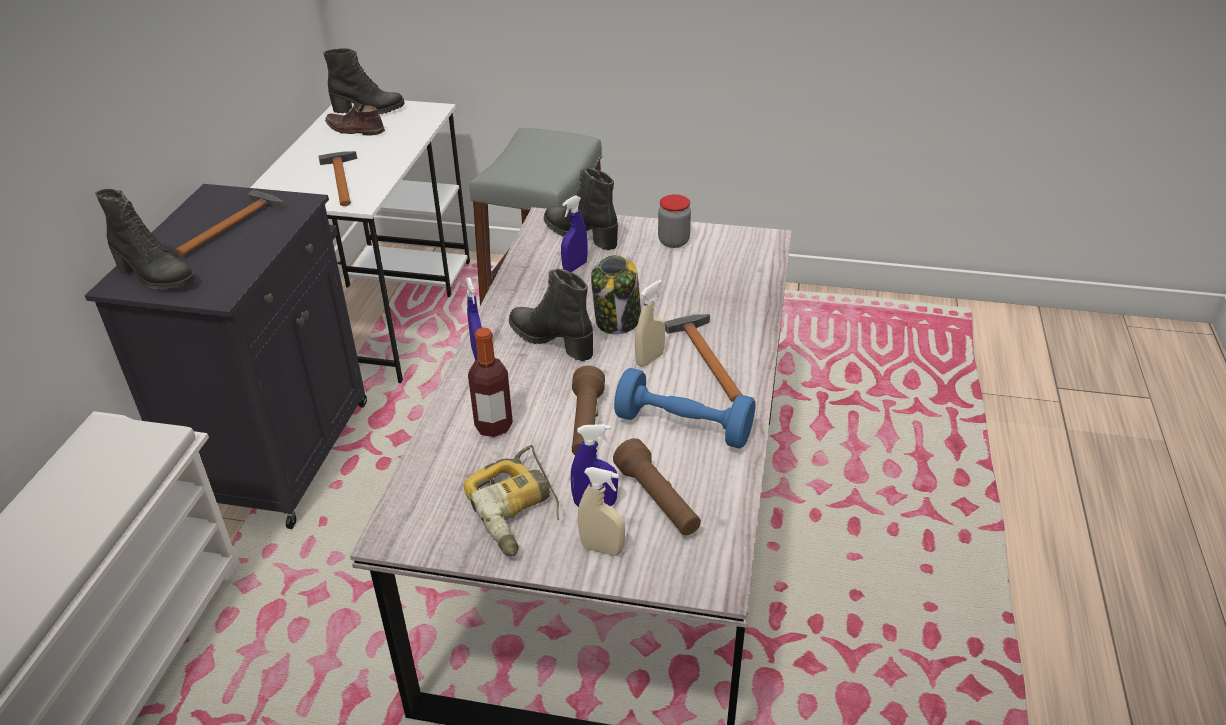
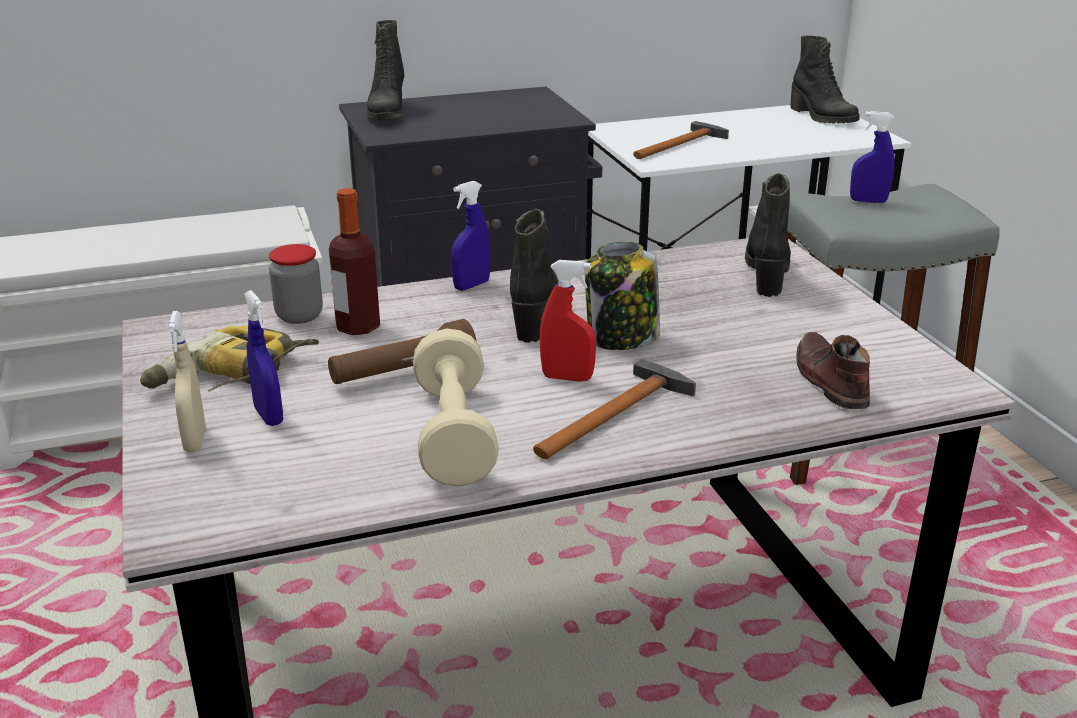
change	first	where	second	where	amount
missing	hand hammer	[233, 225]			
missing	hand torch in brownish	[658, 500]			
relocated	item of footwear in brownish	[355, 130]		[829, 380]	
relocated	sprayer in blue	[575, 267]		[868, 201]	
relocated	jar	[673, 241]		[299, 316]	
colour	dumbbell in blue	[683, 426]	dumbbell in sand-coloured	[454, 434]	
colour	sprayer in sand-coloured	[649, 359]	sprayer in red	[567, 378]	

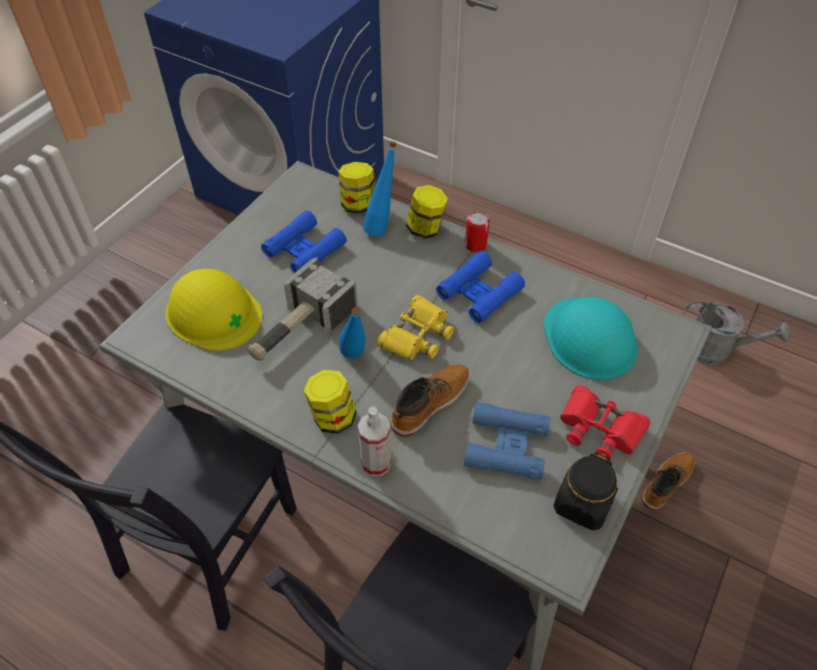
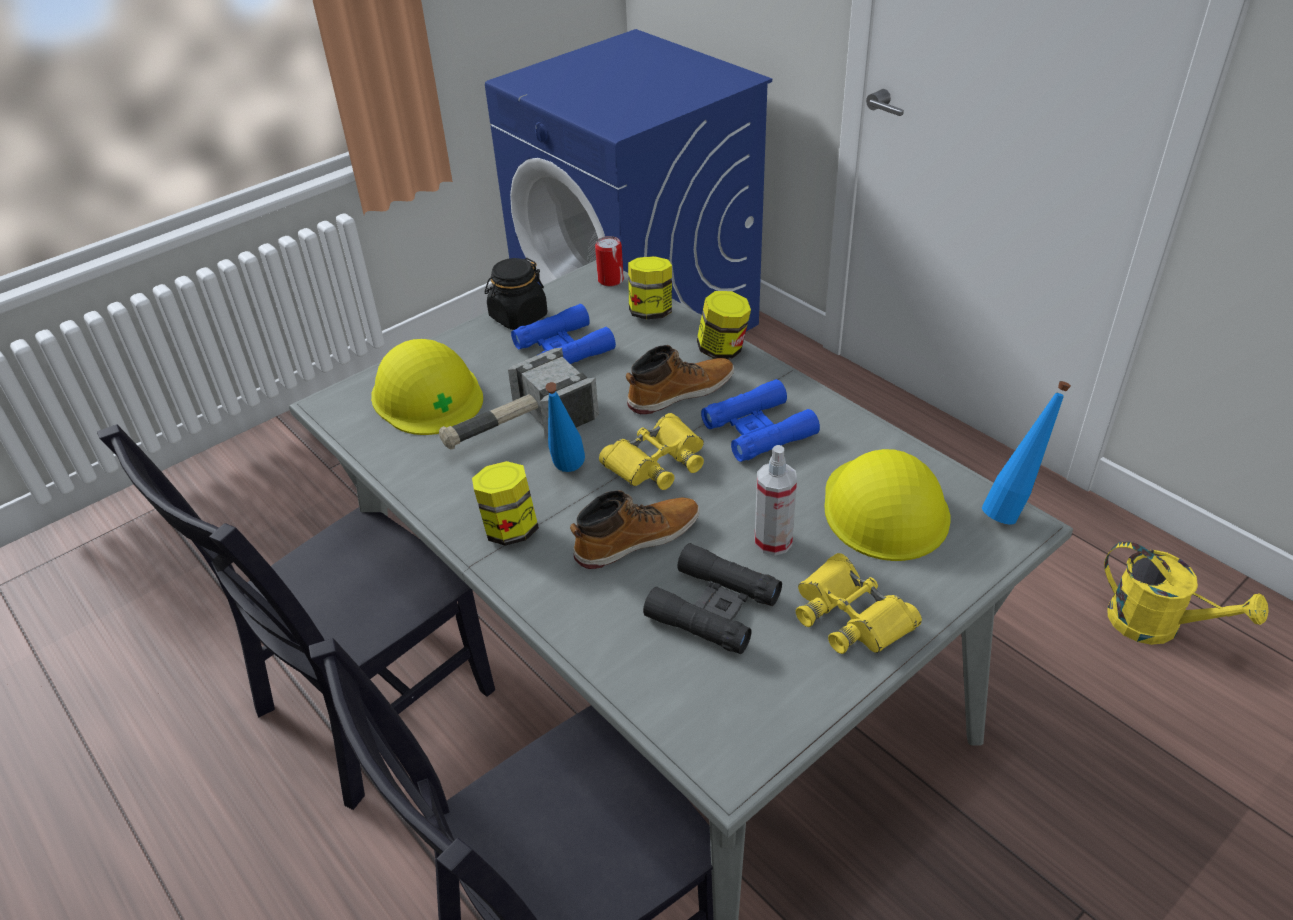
change	first	where	second	where	amount
relocated	sprayer	[376, 463]		[773, 541]	
relocated	bottle in blue	[382, 226]		[1012, 509]	
relocated	can	[475, 245]		[610, 280]	
relocated	jar in black-coloured	[582, 504]		[518, 317]	
relocated	high-top boot	[666, 483]		[680, 392]	
colour	field glasses in blue	[506, 446]	field glasses in black-coloured	[713, 607]	
colour	hard hat in blue-green	[589, 338]	hard hat in yellowish	[885, 508]	
colour	field glasses in red	[600, 428]	field glasses in yellowish	[851, 615]	
colour	watering pot in grey	[716, 350]	watering pot in yellowish	[1156, 626]	

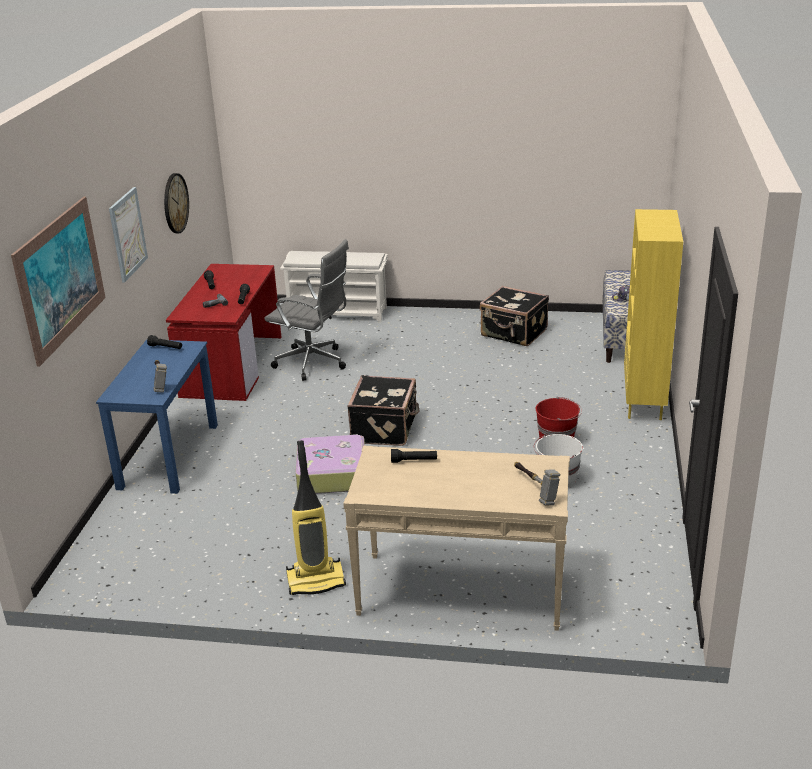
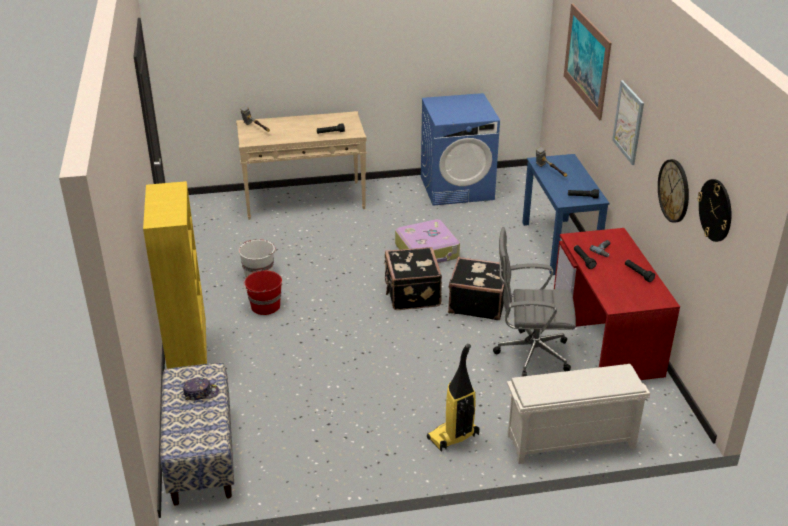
change	first	where	second	where	amount
appeared			washing machine in blue	[457, 188]	
appeared			wall clock	[715, 210]	
relocated	vacuum	[316, 580]		[453, 437]	
relocated	piece of luggage in black-coloured	[514, 333]		[477, 303]	

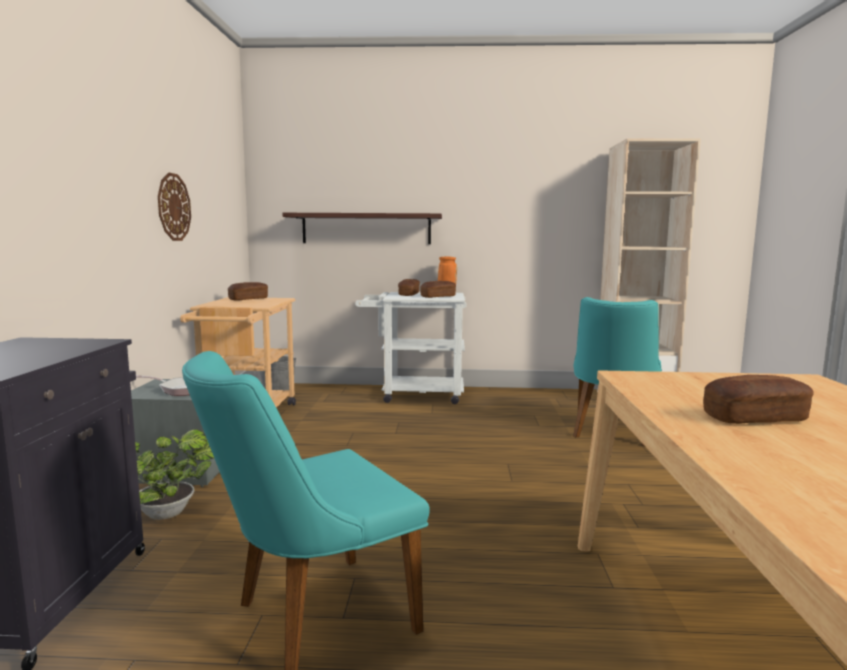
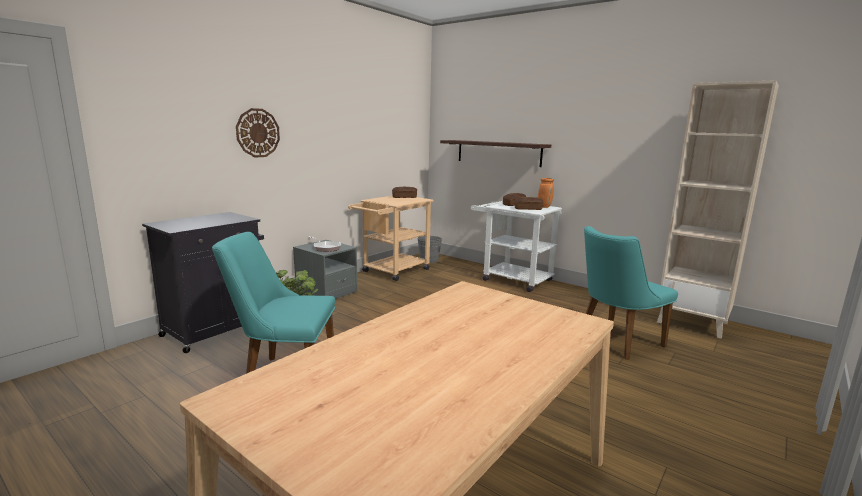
change	first	where	second	where	amount
missing	bread	[754, 418]			
relocated	wall clock	[173, 207]		[258, 133]	

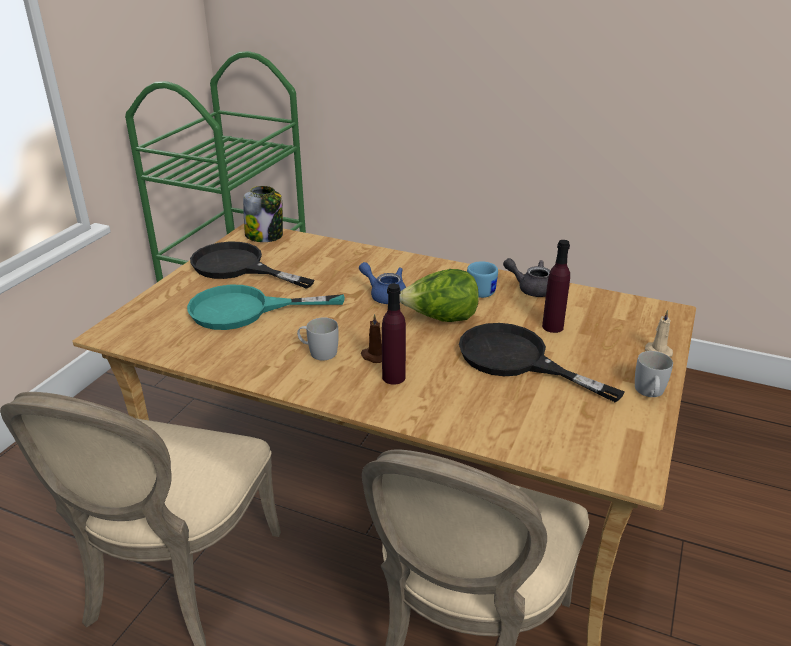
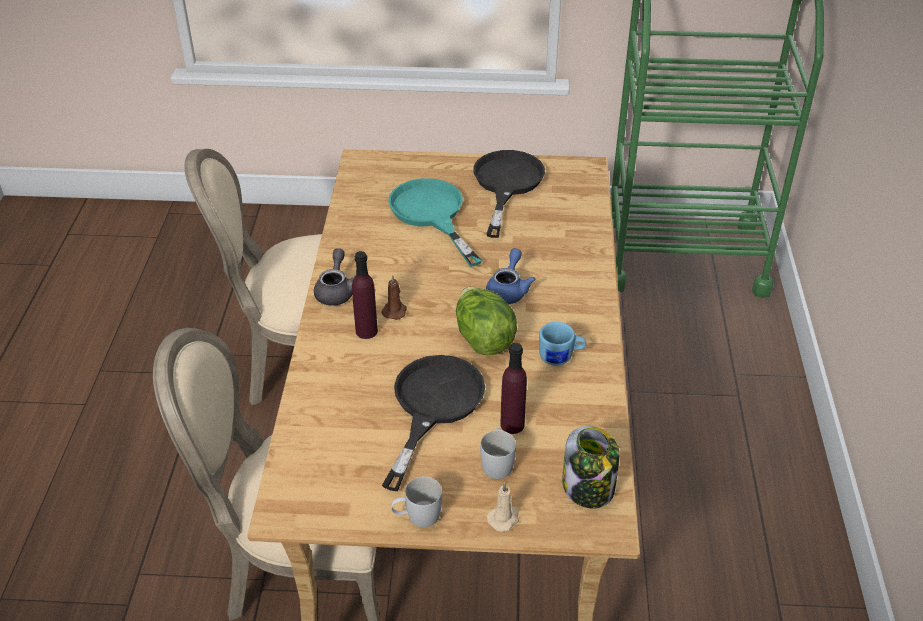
change	first	where	second	where	amount
relocated	jar	[265, 235]		[588, 488]	
relocated	coffee mug in whitish	[318, 352]		[497, 462]	
relocated	teapot in grey	[531, 288]		[336, 290]	

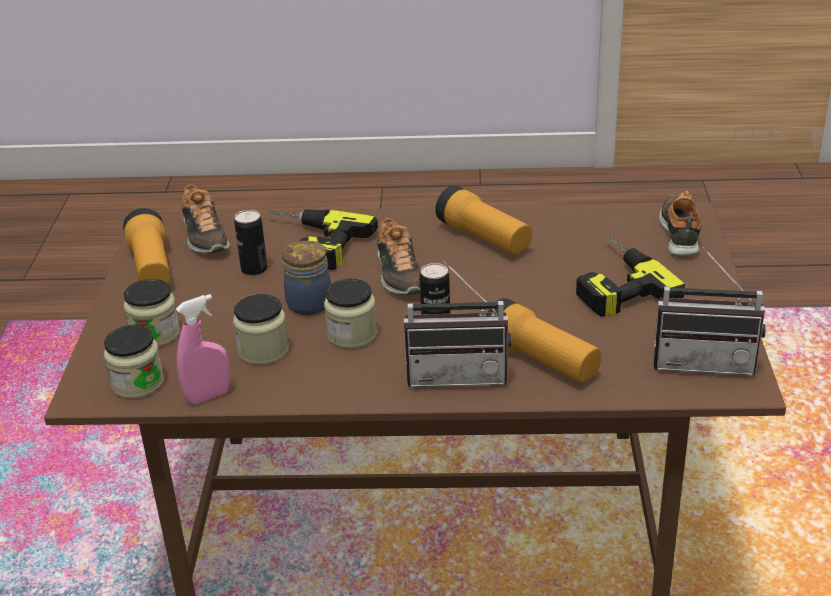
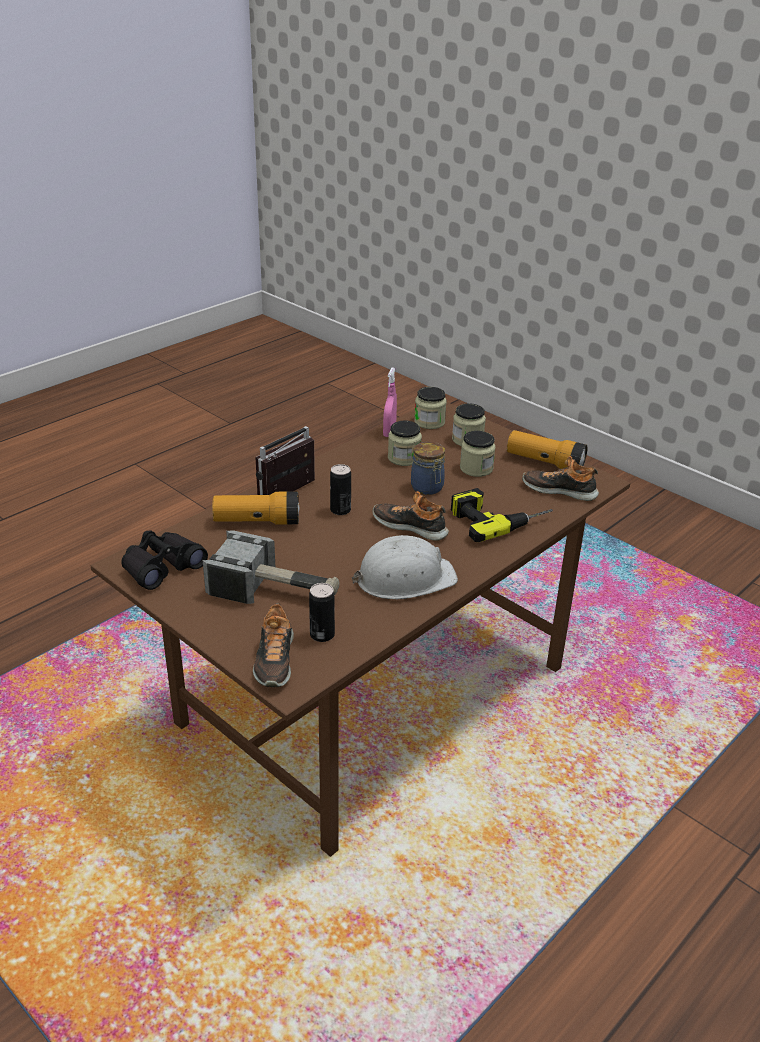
change	first	where	second	where	amount
relocated	can	[254, 269]		[322, 635]	
relocated	jar	[352, 334]		[476, 468]	
exchanged	hand torch	[484, 238]	hard hat in whitish	[404, 578]	
exchanged	drill	[612, 282]	hand hammer	[276, 591]	
exchanged	radio	[704, 360]	field glasses in black-coloured	[162, 567]	
spun	item of footwear	[680, 234]		[274, 660]	45 degrees clockwise

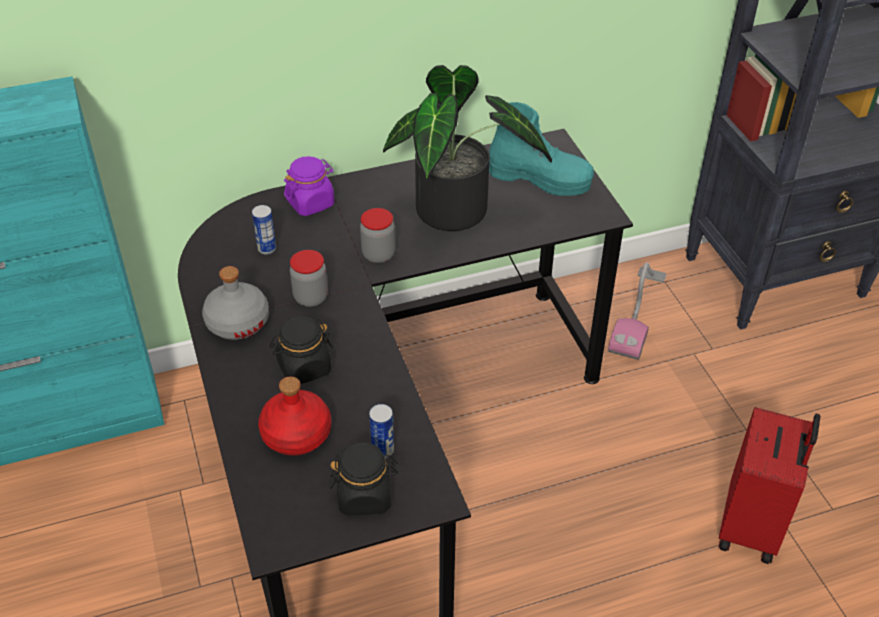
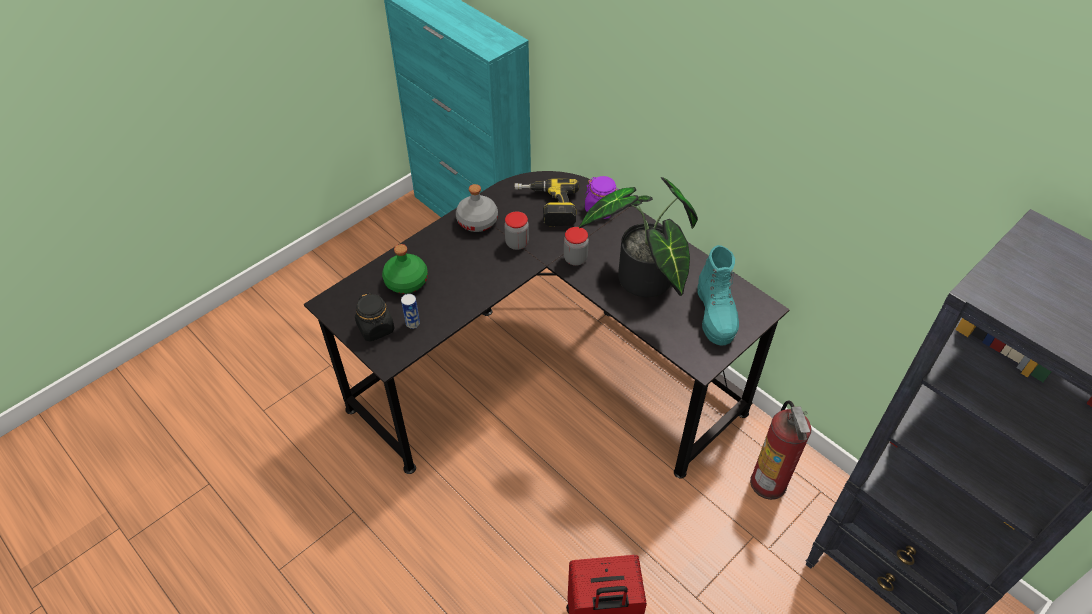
change	first	where	second	where	amount
missing	jar in black-coloured	[304, 367]			
exchanged	can	[267, 248]	drill	[546, 207]	
exchanged	vacuum	[638, 314]	fire extinguisher	[769, 483]	
colour	bottle in red	[296, 435]	bottle in greenish	[406, 281]	

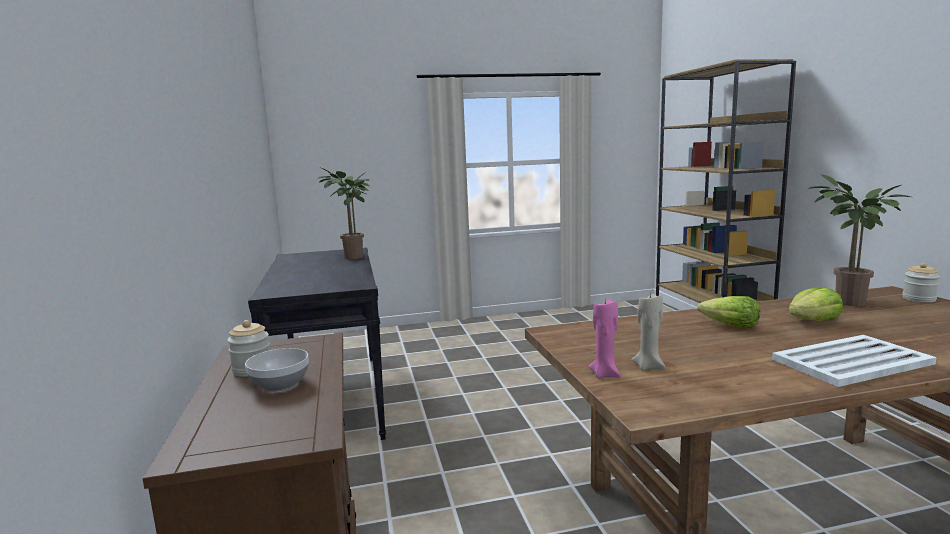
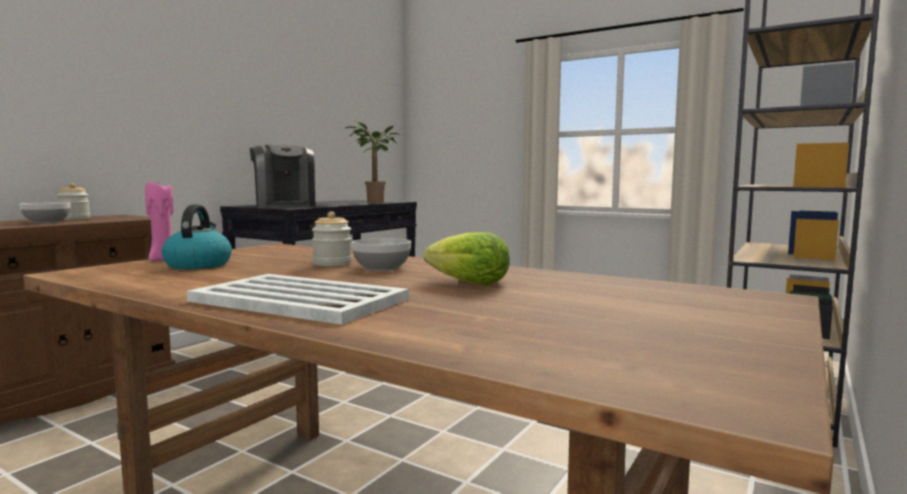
change	first	where	second	where	amount
missing	houseplant	[846, 303]			
appeared			coffee maker	[284, 206]	
relocated	jar	[919, 299]		[332, 263]	
exchanged	wax candle in sand-coloured	[649, 366]	tea kettle	[198, 265]	
exchanged	lettuce	[730, 326]	deep dish	[381, 268]	

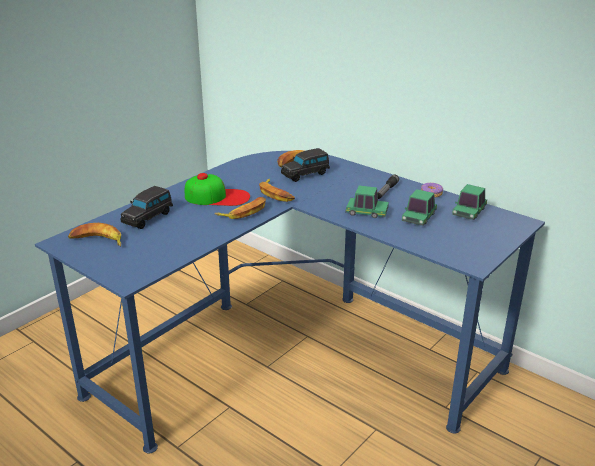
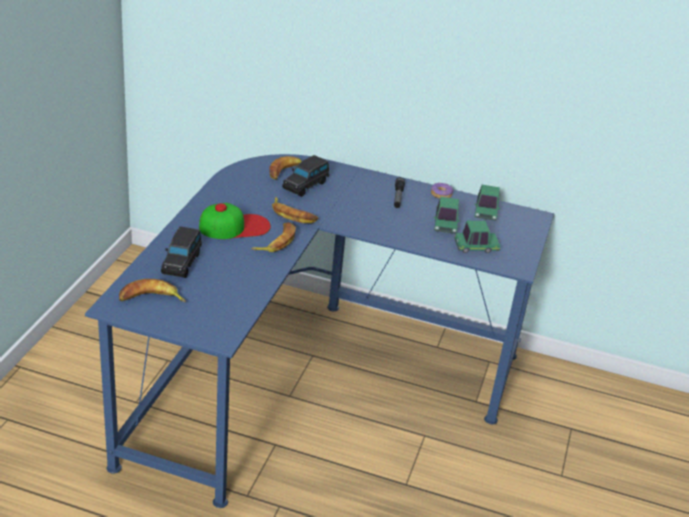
change	first	where	second	where	amount
relocated	toy car	[366, 212]		[475, 247]	

